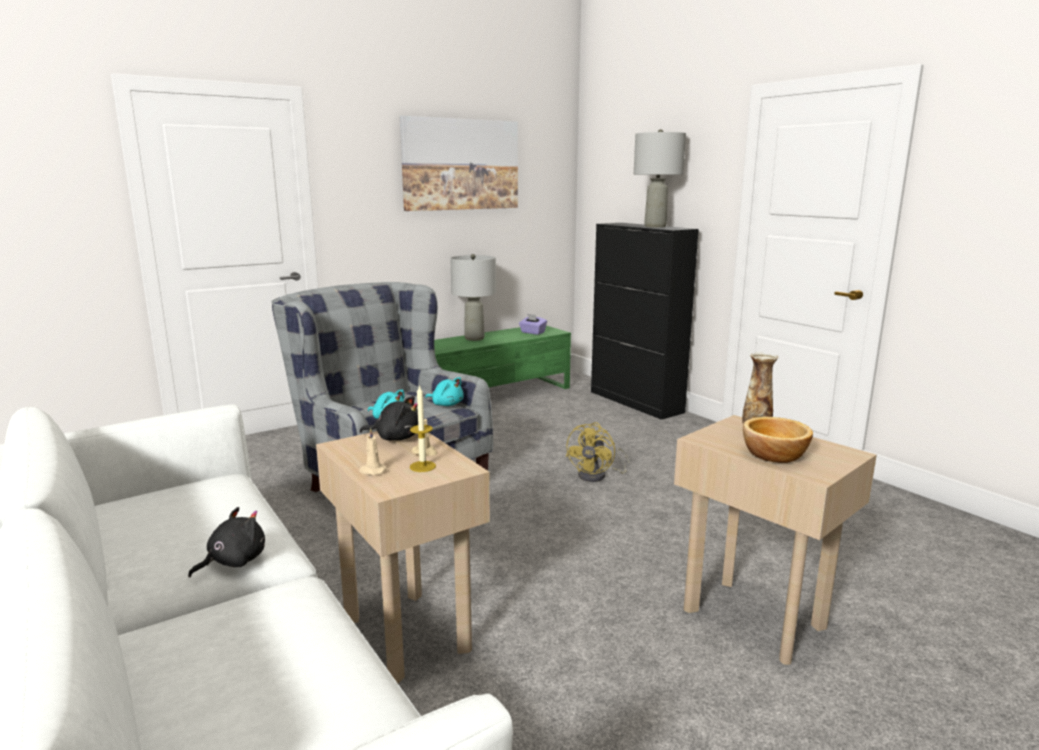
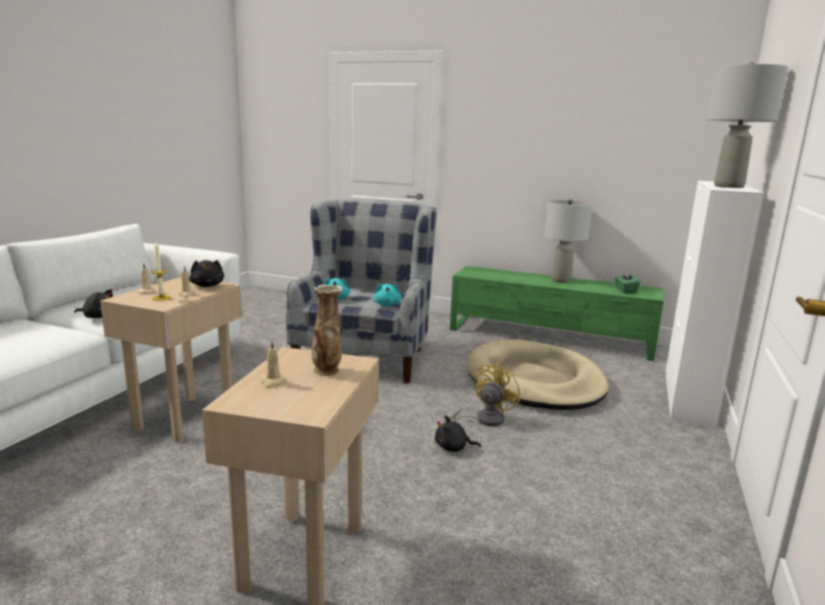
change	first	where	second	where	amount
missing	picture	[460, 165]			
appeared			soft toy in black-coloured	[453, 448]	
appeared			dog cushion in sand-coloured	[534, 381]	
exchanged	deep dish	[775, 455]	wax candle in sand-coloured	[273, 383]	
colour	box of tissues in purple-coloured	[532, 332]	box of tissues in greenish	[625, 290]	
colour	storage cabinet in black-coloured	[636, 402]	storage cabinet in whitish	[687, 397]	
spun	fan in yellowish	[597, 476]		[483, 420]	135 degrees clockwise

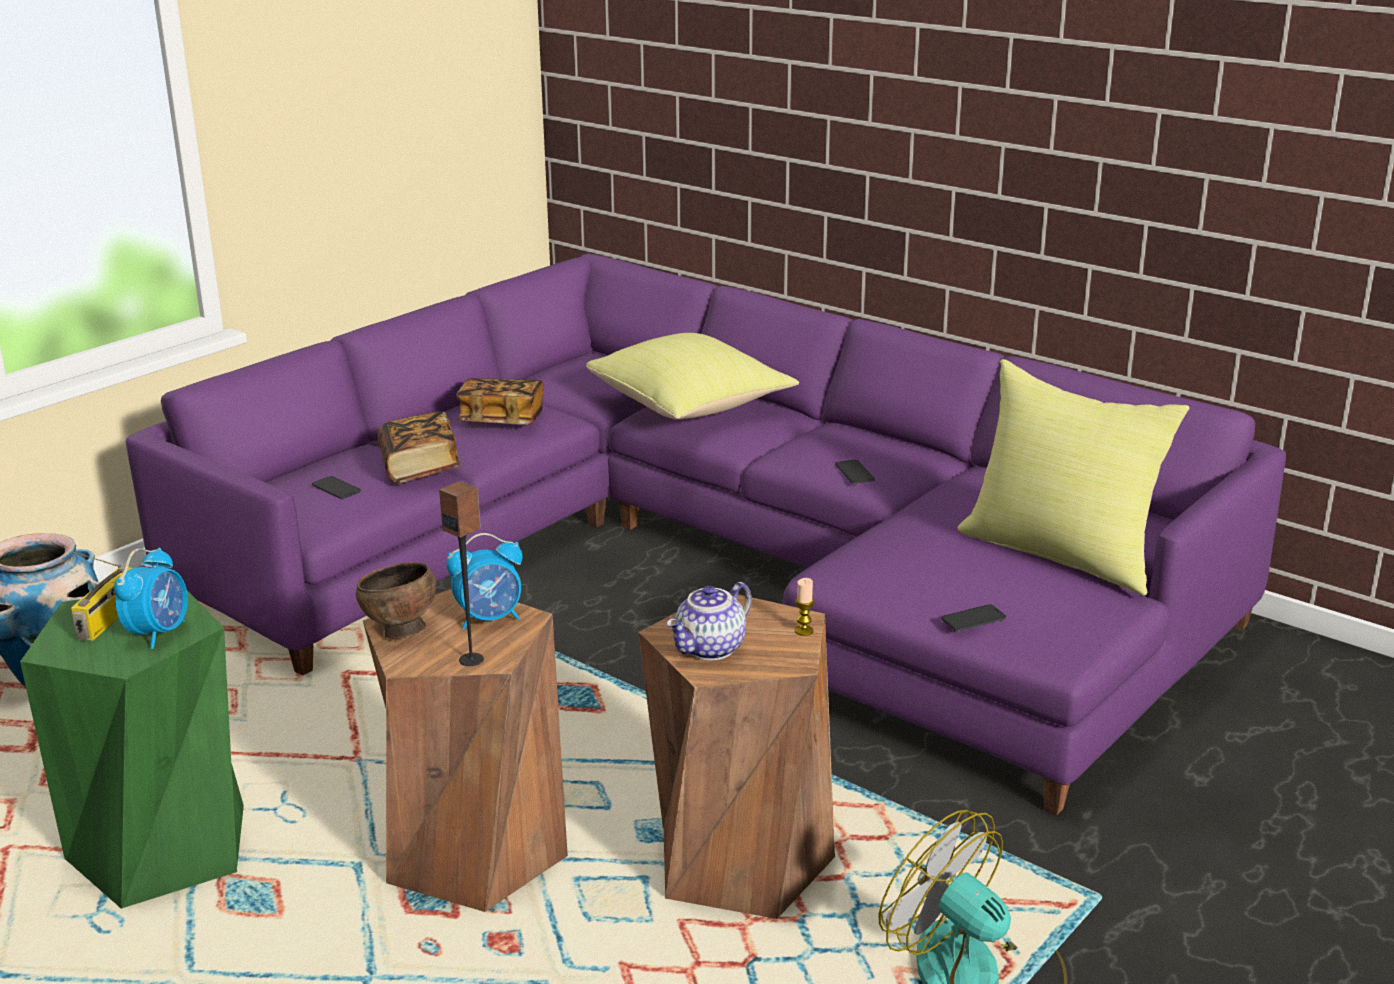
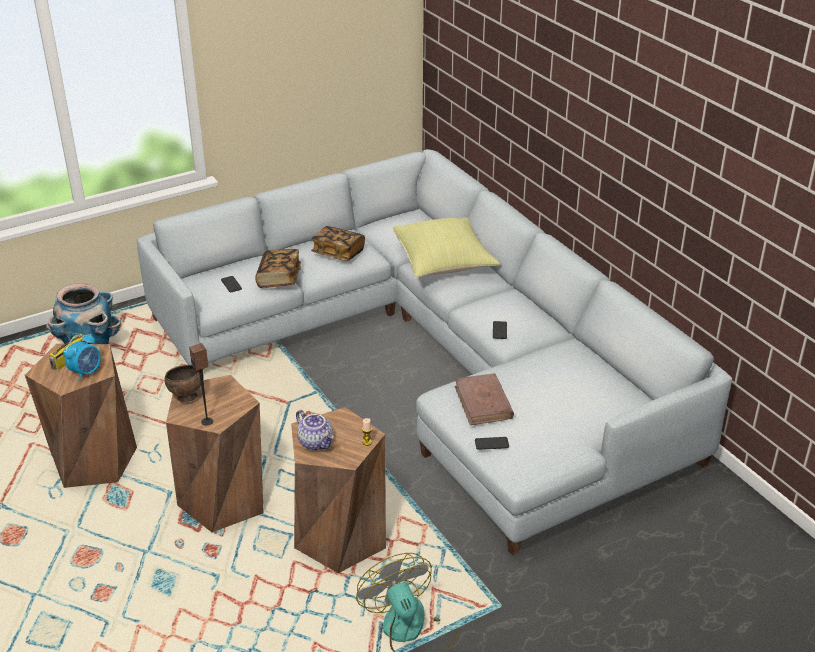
change	first	where	second	where	amount
missing	bedside clock	[490, 619]			
missing	throw pillow in yellowish	[1062, 553]			
appeared			volume in brownish	[483, 402]	
colour	sitting stool in greenish	[163, 850]	sitting stool in brownish	[94, 462]	
colour	couch in purple-coloured	[715, 568]	couch in grey	[435, 358]	
spun	teapot	[711, 649]		[316, 442]	105 degrees counterclockwise

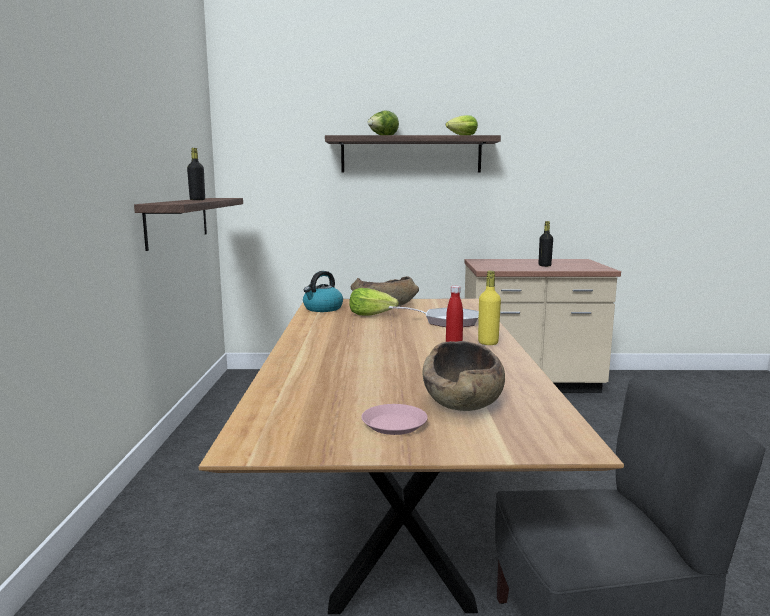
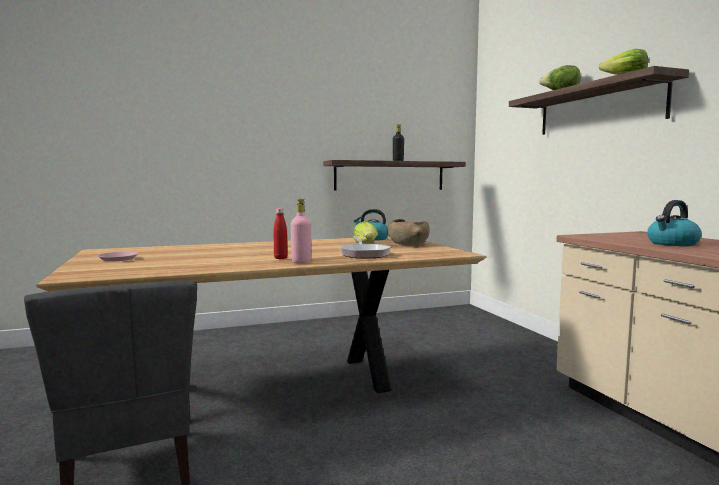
change	first	where	second	where	amount
missing	deep dish in brownish	[463, 401]			
exchanged	bottle in black-coloured	[544, 265]	tea kettle	[672, 244]	
colour	bottle in yellowish	[488, 343]	bottle in pinkish	[301, 262]	

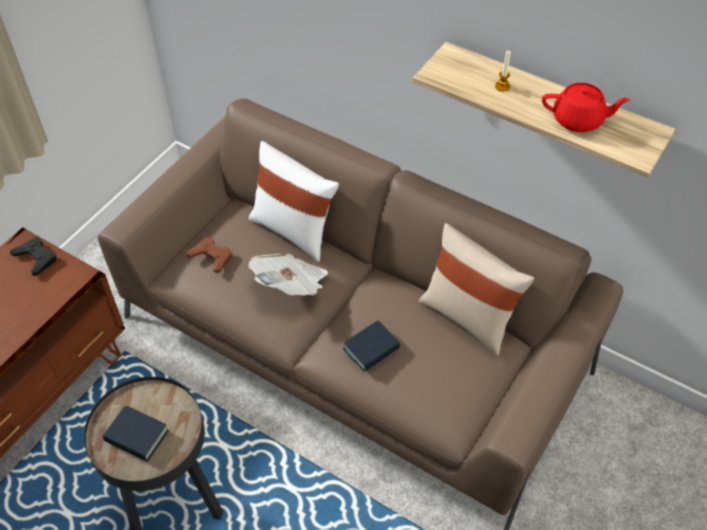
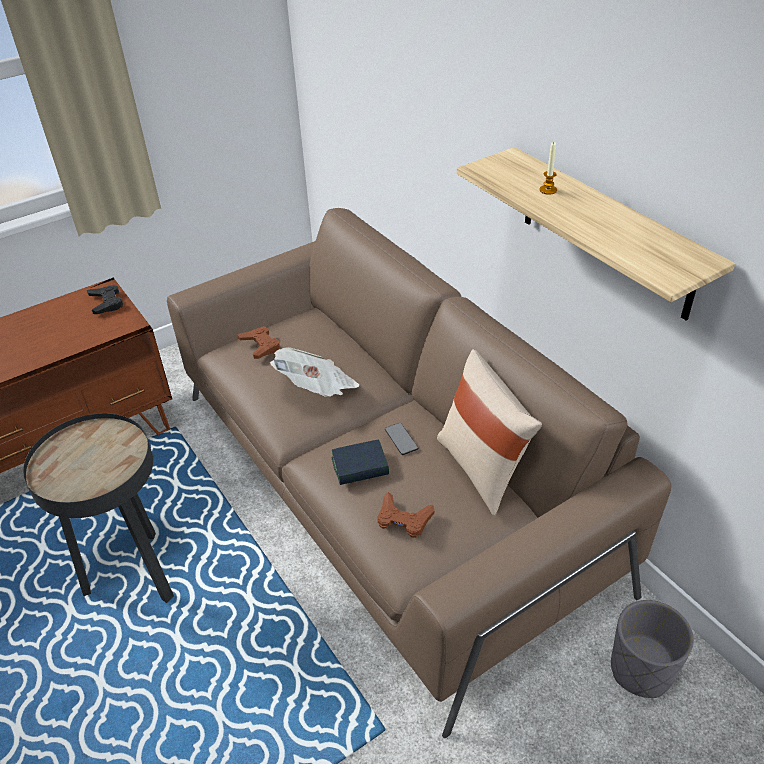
change	first	where	second	where	amount
missing	volume	[137, 437]			
missing	throw pillow in whitish	[294, 230]			
missing	teapot in red	[578, 120]			
appeared			gamepad in brownish	[403, 519]	
appeared			handset	[401, 439]	
appeared			flower pot in grey	[641, 670]	

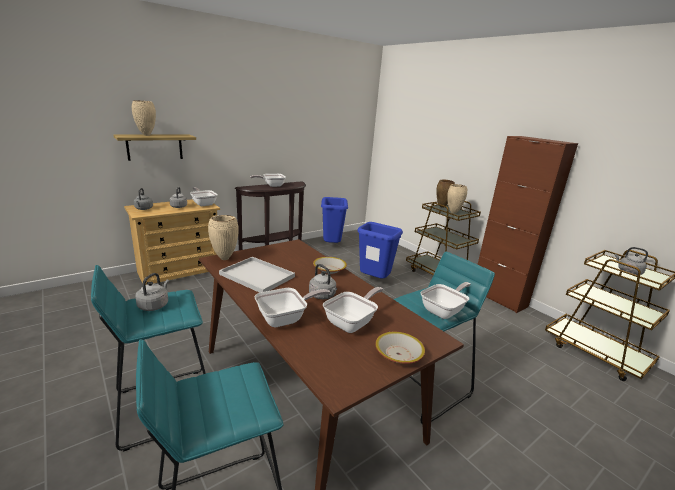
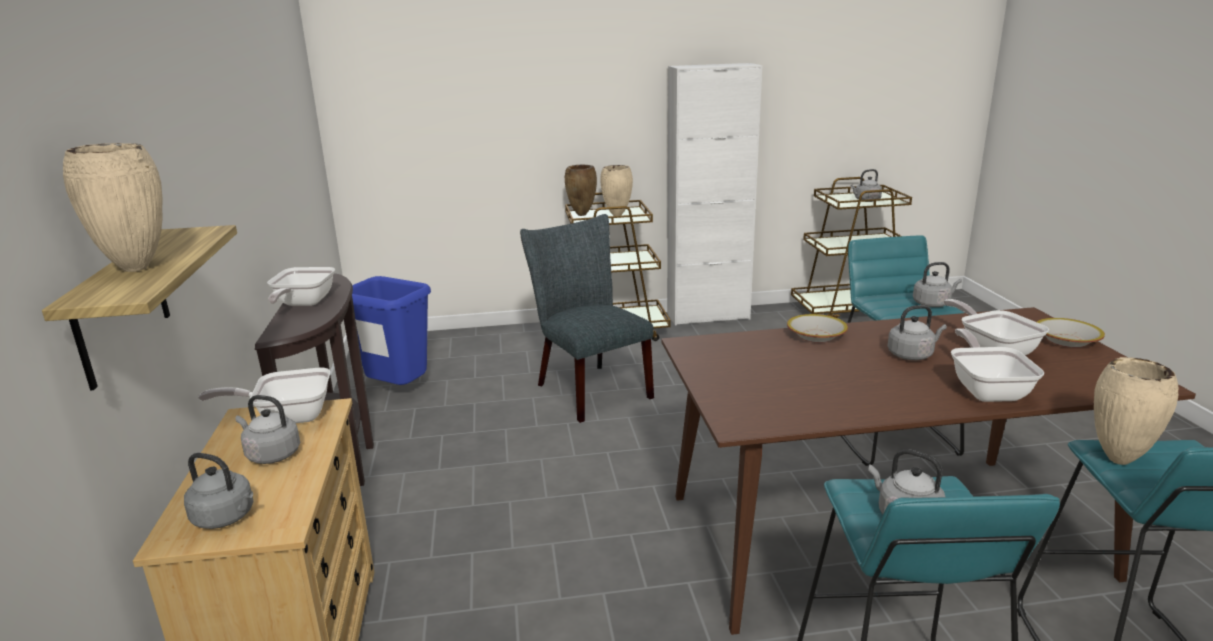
change	first	where	second	where	amount
missing	carrying tray in whitish	[255, 275]			
relocated	decorative vase in sand-coloured	[225, 258]		[1116, 460]	
exchanged	waste bin in blue	[374, 281]	plain chair in grey	[588, 389]	
exchanged	skillet	[444, 311]	tea kettle in grey	[933, 304]	
colour	storage cabinet in brownish	[499, 298]	storage cabinet in whitish	[708, 316]	

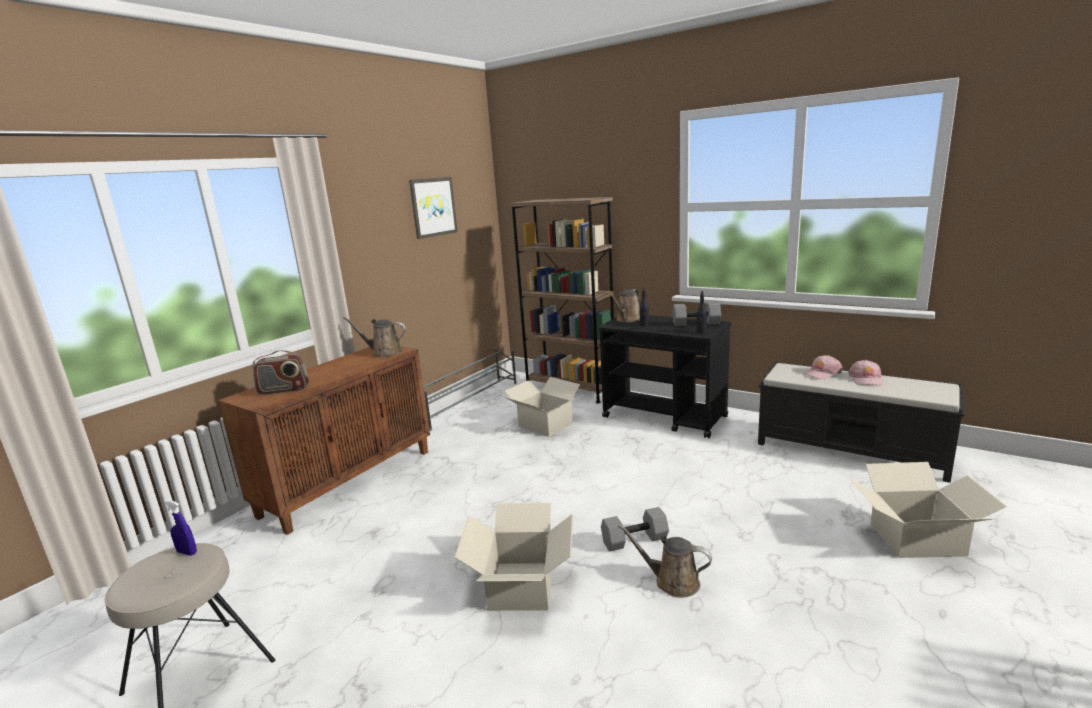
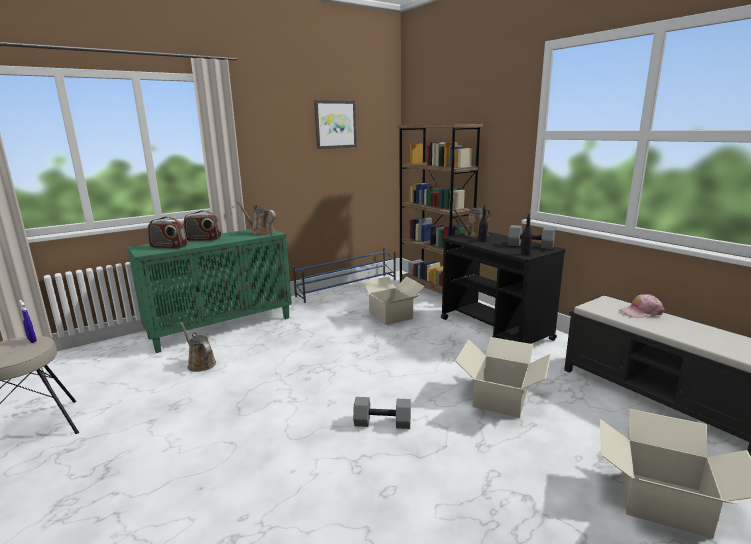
change	first	where	second	where	amount
missing	peaked cap in pinkish	[866, 379]			
appeared			radio	[203, 239]	
relocated	cardboard box	[520, 586]		[499, 398]	
relocated	watering pot in brownish	[672, 581]		[200, 364]	
colour	storage cabinet in brownish	[349, 481]	storage cabinet in greenish	[222, 327]	
colour	shoe shelf in grey	[468, 402]	shoe shelf in blue	[348, 288]	

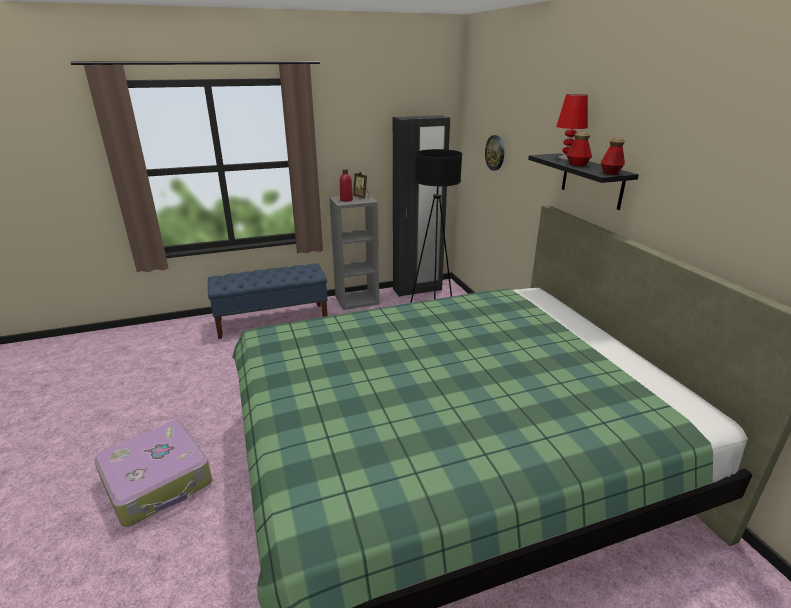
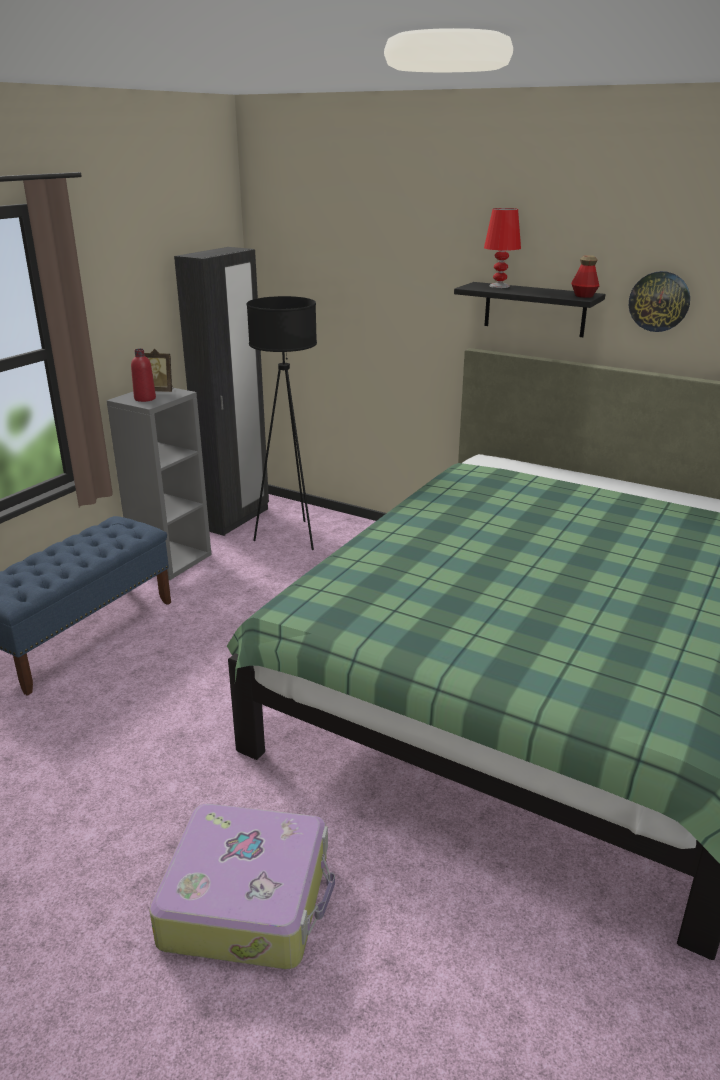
change	first	where	second	where	amount
missing	bottle	[577, 164]			
relocated	wall clock	[495, 153]		[659, 301]	

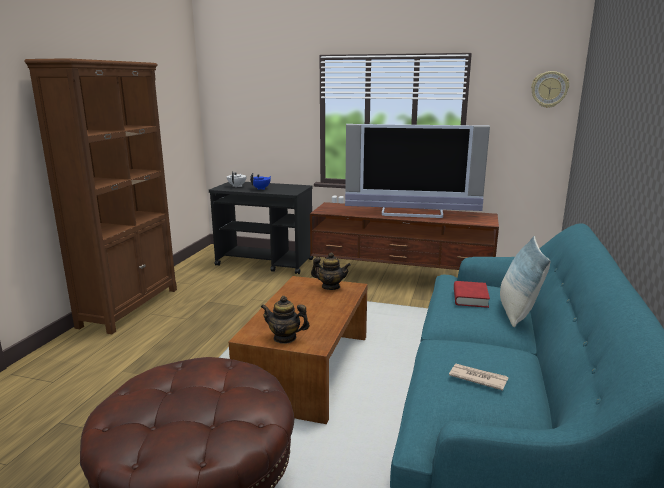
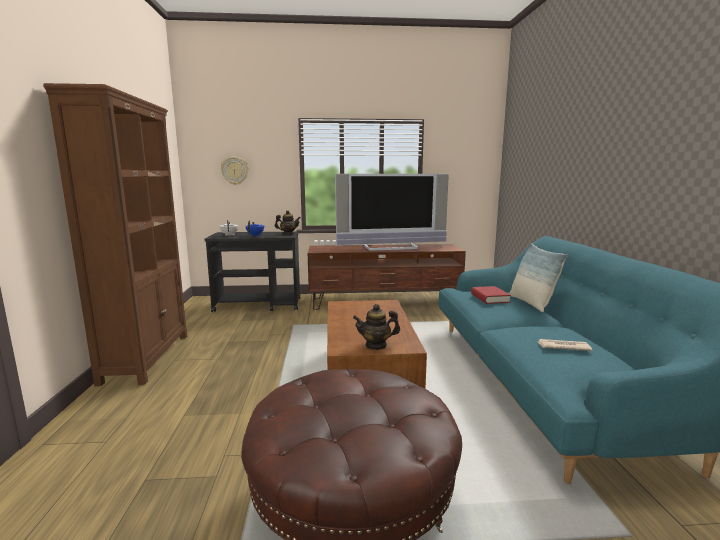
change	first	where	second	where	amount
relocated	teapot	[330, 287]		[288, 234]	
relocated	wall clock	[549, 89]		[235, 170]	

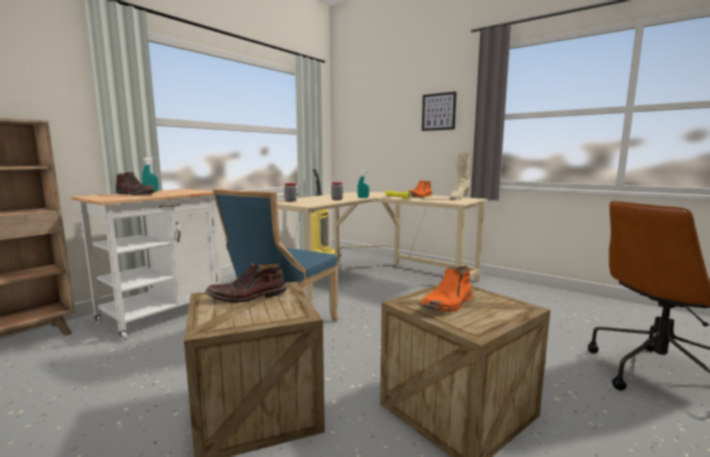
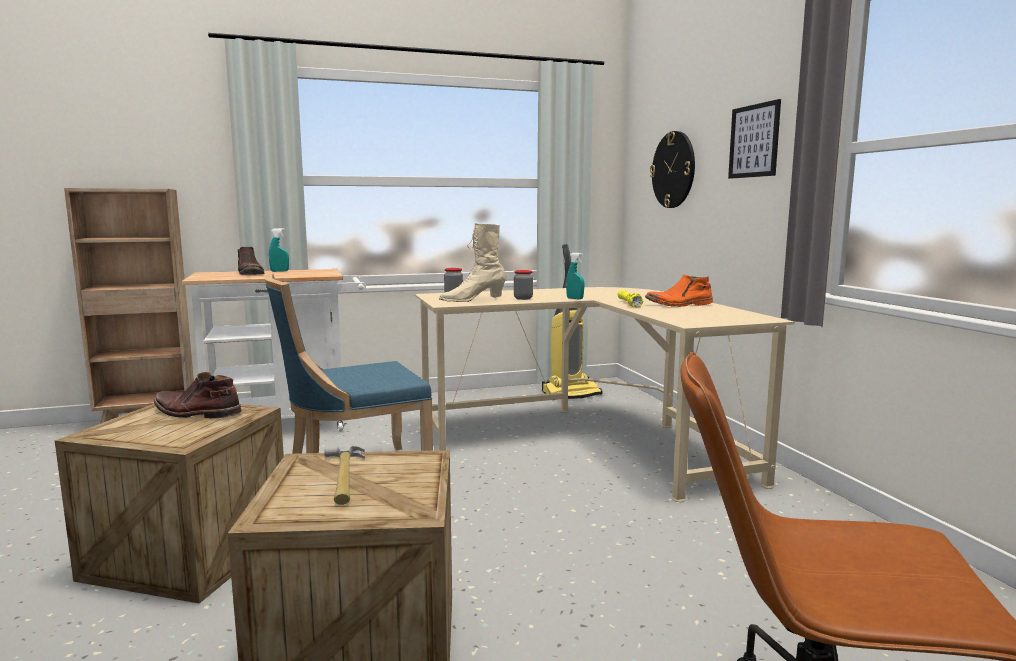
change	first	where	second	where	amount
appeared			wall clock	[673, 170]	
relocated	high-top boot in sand-coloured	[458, 198]		[472, 300]	
exchanged	high-top boot in orange	[448, 304]	hand hammer	[343, 477]	

